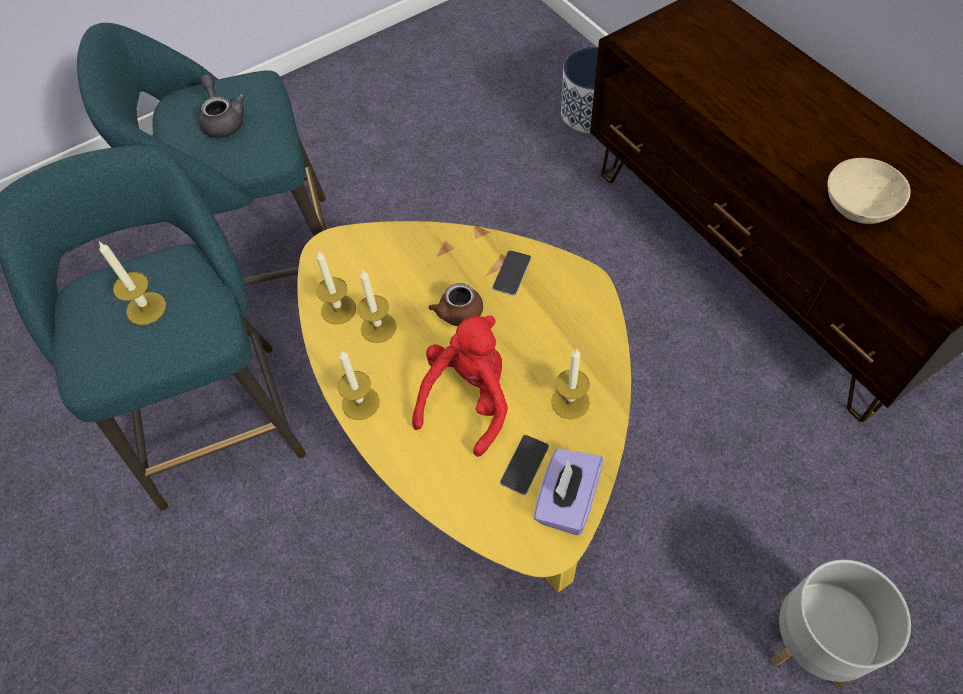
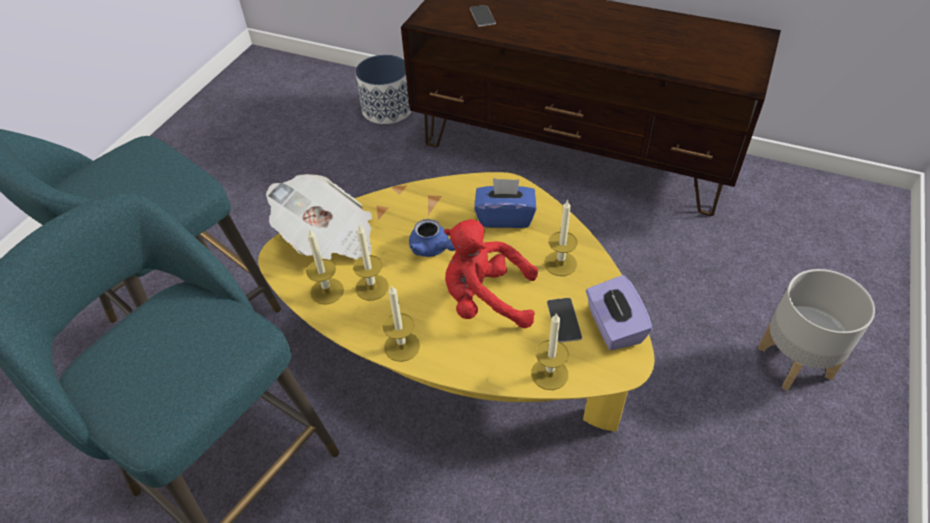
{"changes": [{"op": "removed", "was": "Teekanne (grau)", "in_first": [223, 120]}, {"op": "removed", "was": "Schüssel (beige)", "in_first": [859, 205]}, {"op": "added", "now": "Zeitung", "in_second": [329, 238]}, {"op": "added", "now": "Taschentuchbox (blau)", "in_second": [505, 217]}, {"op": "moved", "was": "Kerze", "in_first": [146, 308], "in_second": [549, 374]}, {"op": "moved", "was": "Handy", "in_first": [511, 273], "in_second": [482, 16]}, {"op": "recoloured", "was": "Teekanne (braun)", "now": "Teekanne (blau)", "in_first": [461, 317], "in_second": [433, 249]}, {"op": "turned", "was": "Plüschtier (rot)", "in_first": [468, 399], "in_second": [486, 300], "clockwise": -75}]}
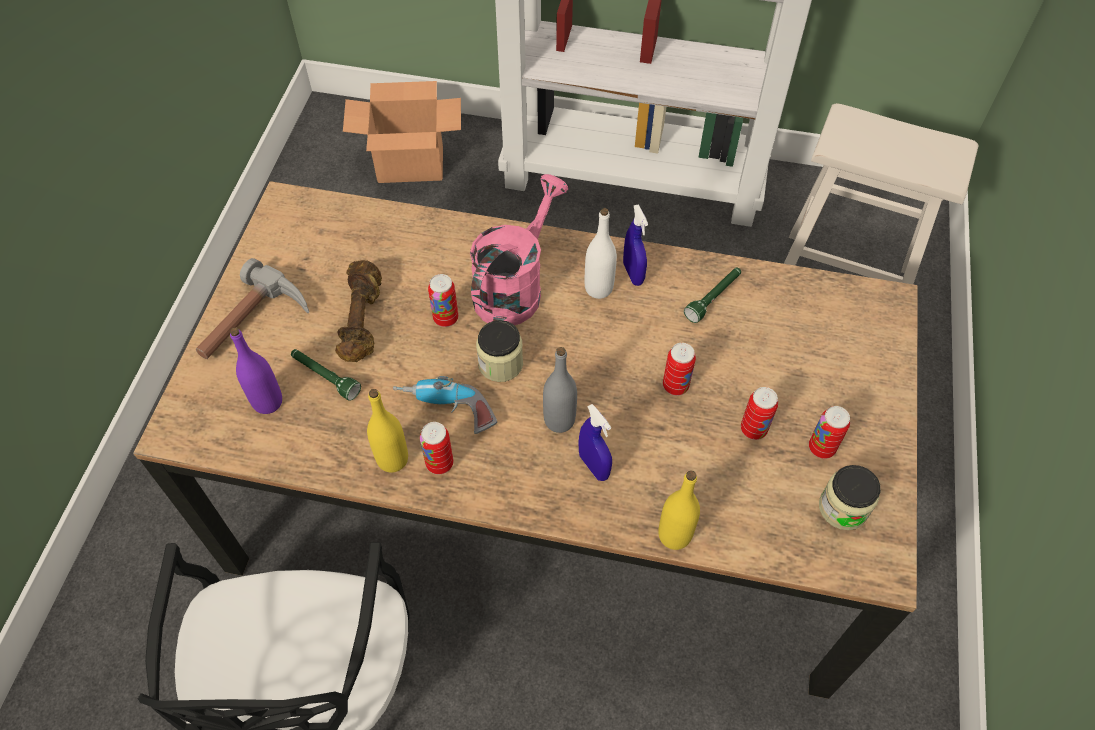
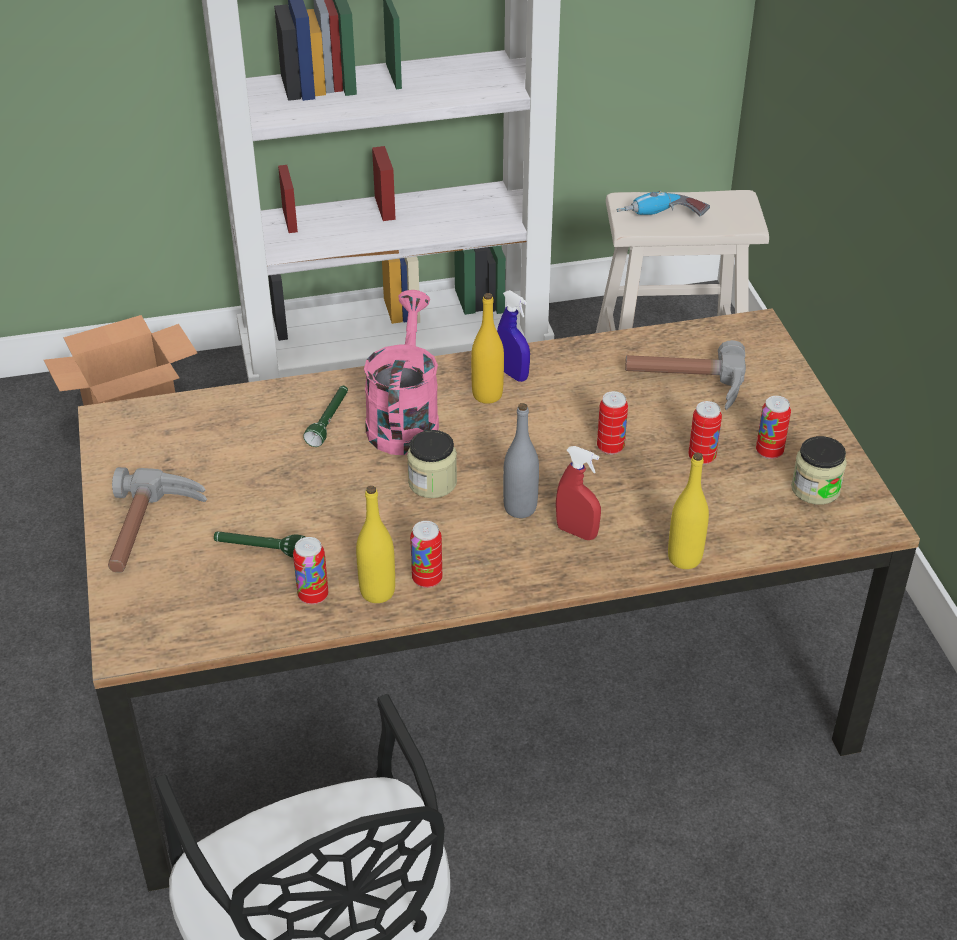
{"changes": [{"op": "removed", "was": "Flasche (lila)", "in_first": [267, 402]}, {"op": "removed", "was": "Hantel (braun)", "in_first": [363, 321]}, {"op": "added", "now": "Hammer", "in_second": [685, 385]}, {"op": "moved", "was": "Bohrmaschine", "in_first": [446, 410], "in_second": [662, 217]}, {"op": "moved", "was": "Dose", "in_first": [446, 318], "in_second": [313, 596]}, {"op": "moved", "was": "Taschenlampe (grün)", "in_first": [713, 298], "in_second": [329, 421]}, {"op": "recoloured", "was": "Sprühflasche (blau)", "now": "Sprühflasche (rot)", "in_first": [594, 466], "in_second": [576, 532]}, {"op": "recoloured", "was": "Flasche (weiß)", "now": "Flasche (gelb)", "in_first": [598, 288], "in_second": [487, 395]}]}
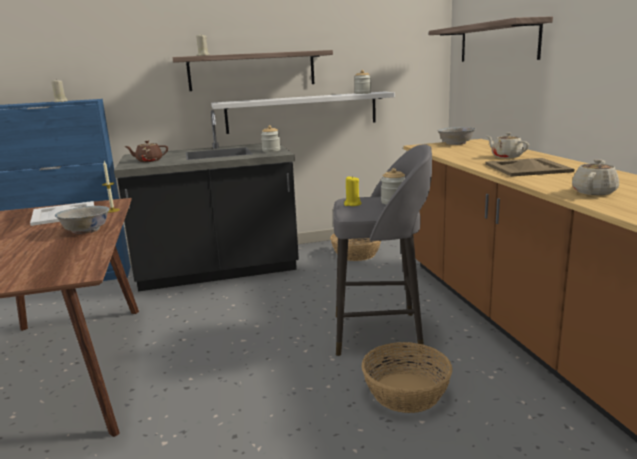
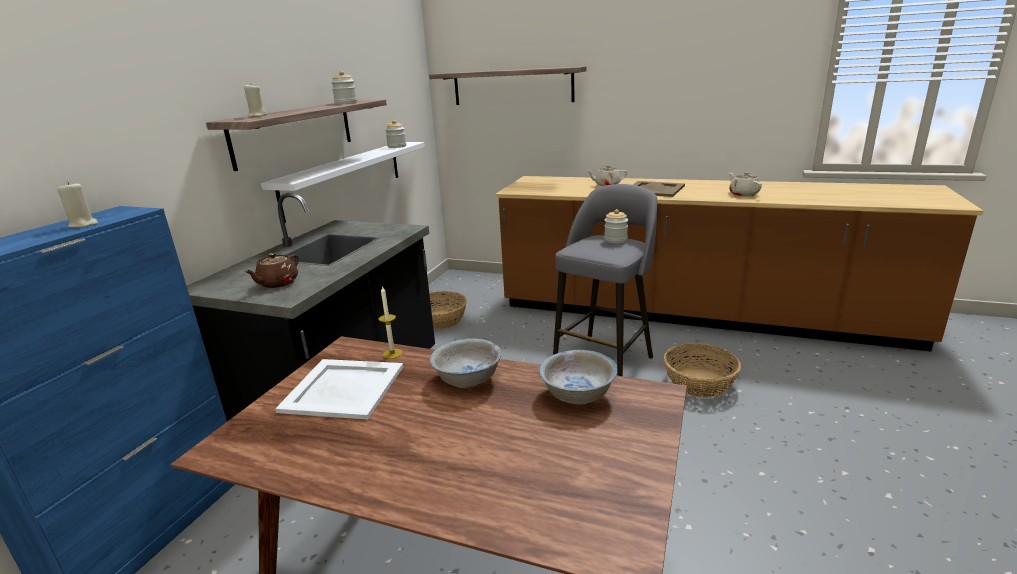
{"changes": [{"op": "removed", "was": "Kerze (gelb)", "in_first": [352, 204]}, {"op": "moved", "was": "Vorratsglas", "in_first": [271, 150], "in_second": [346, 103]}, {"op": "moved", "was": "Schüssel (weiß)", "in_first": [456, 143], "in_second": [578, 394]}]}
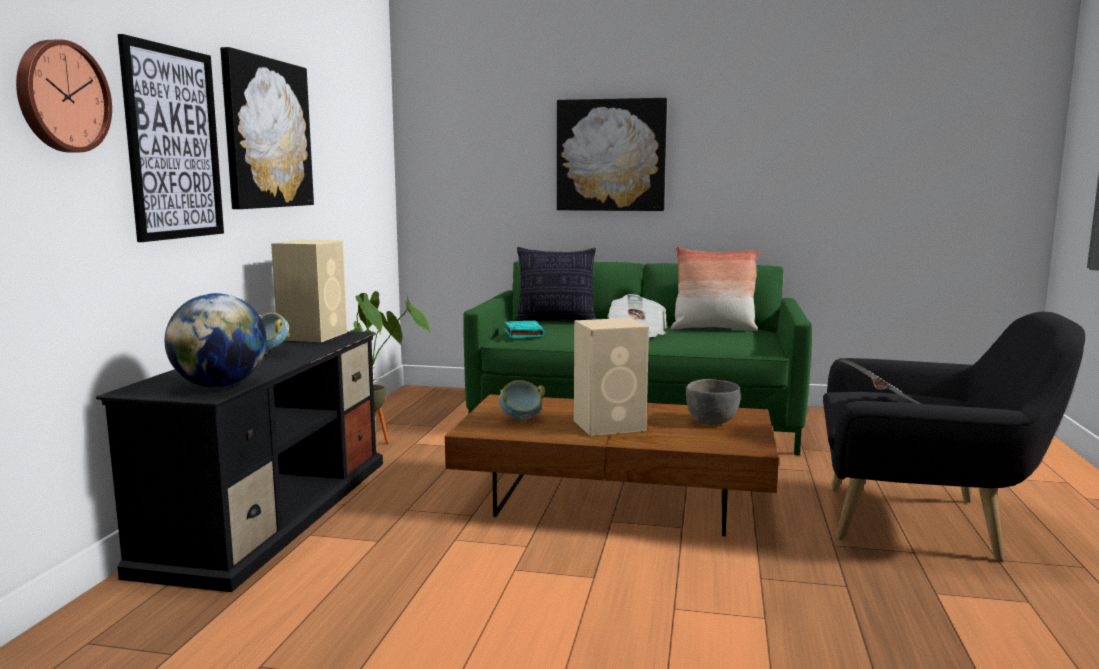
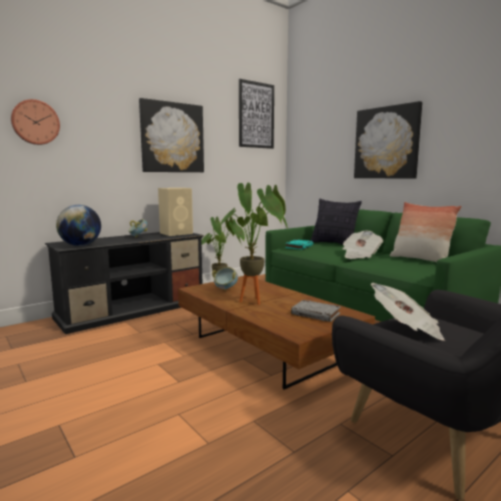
{"changes": [{"op": "moved", "was": "Bild", "in_first": [173, 143], "in_second": [256, 115]}, {"op": "replaced", "was": "Lautsprecher (beige)", "now": "Topfpflanze", "in_first": [611, 425], "in_second": [258, 302]}, {"op": "replaced", "was": "Schüssel (grau)", "now": "Buch (grau)", "in_first": [712, 422], "in_second": [316, 314]}]}
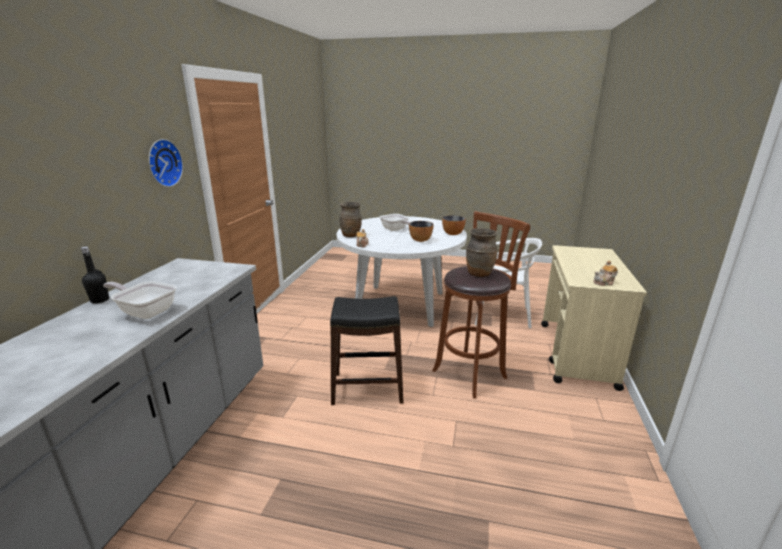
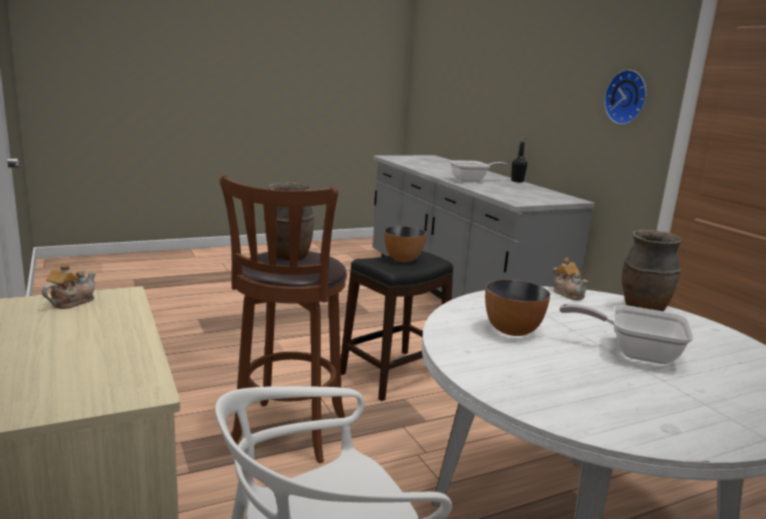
{"changes": [{"op": "moved", "was": "Schüssel", "in_first": [453, 234], "in_second": [402, 259]}]}
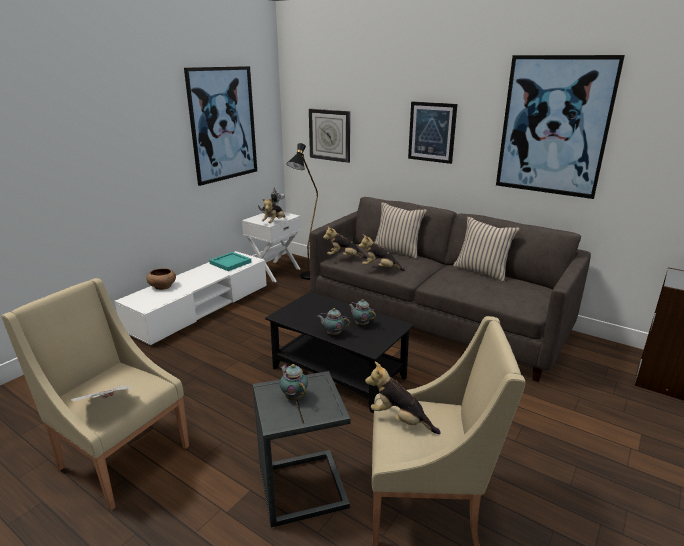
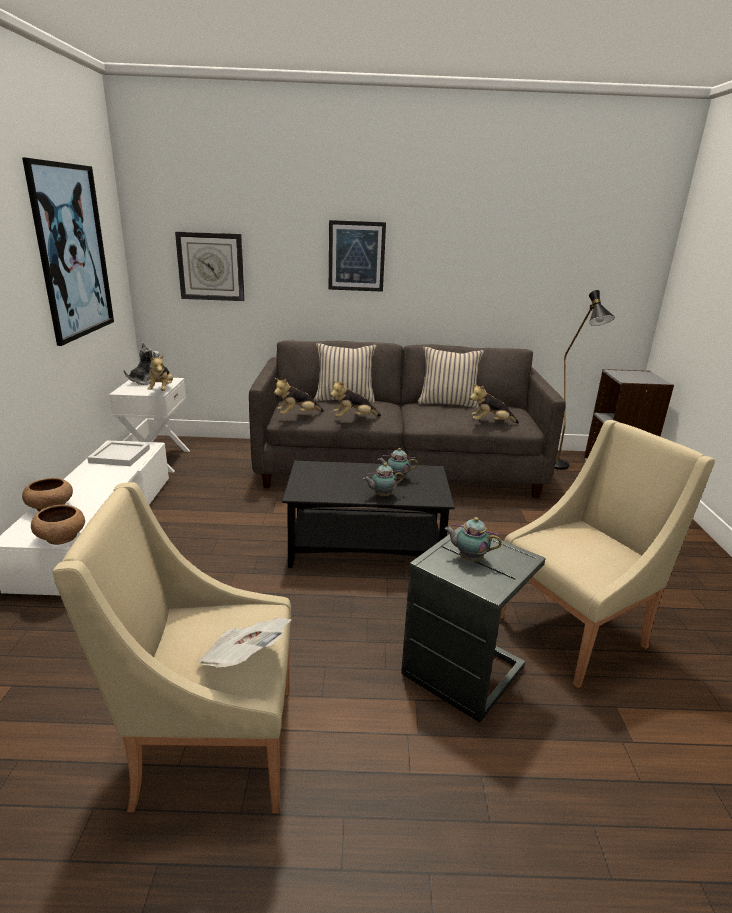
{"changes": [{"op": "removed", "was": "Bild", "in_first": [554, 126]}, {"op": "added", "now": "Schüssel (braun)", "in_second": [62, 537]}, {"op": "moved", "was": "Stehlampe (schwarz)", "in_first": [306, 278], "in_second": [562, 468]}, {"op": "moved", "was": "Plüschtier", "in_first": [400, 420], "in_second": [490, 423]}, {"op": "recoloured", "was": "Tablett (türkis)", "now": "Tablett (weiß)", "in_first": [230, 262], "in_second": [119, 455]}]}
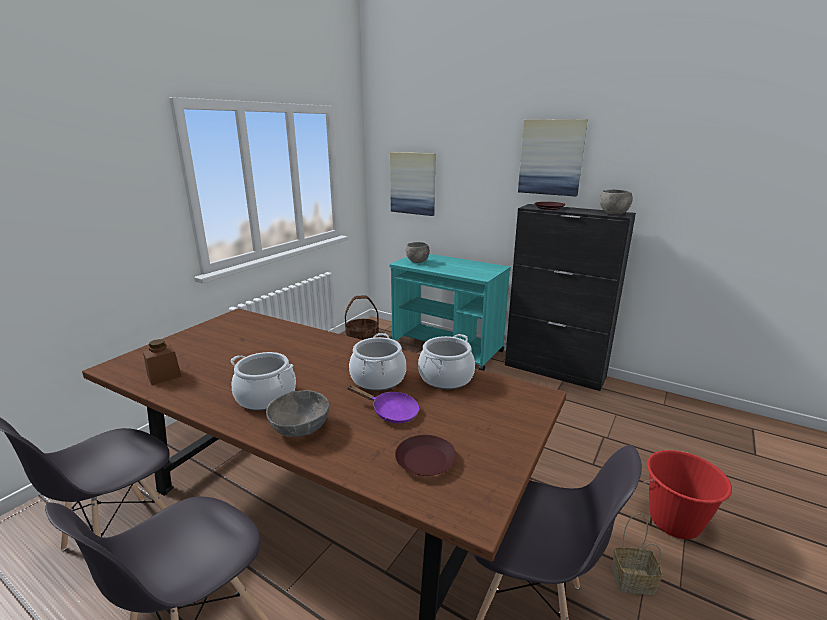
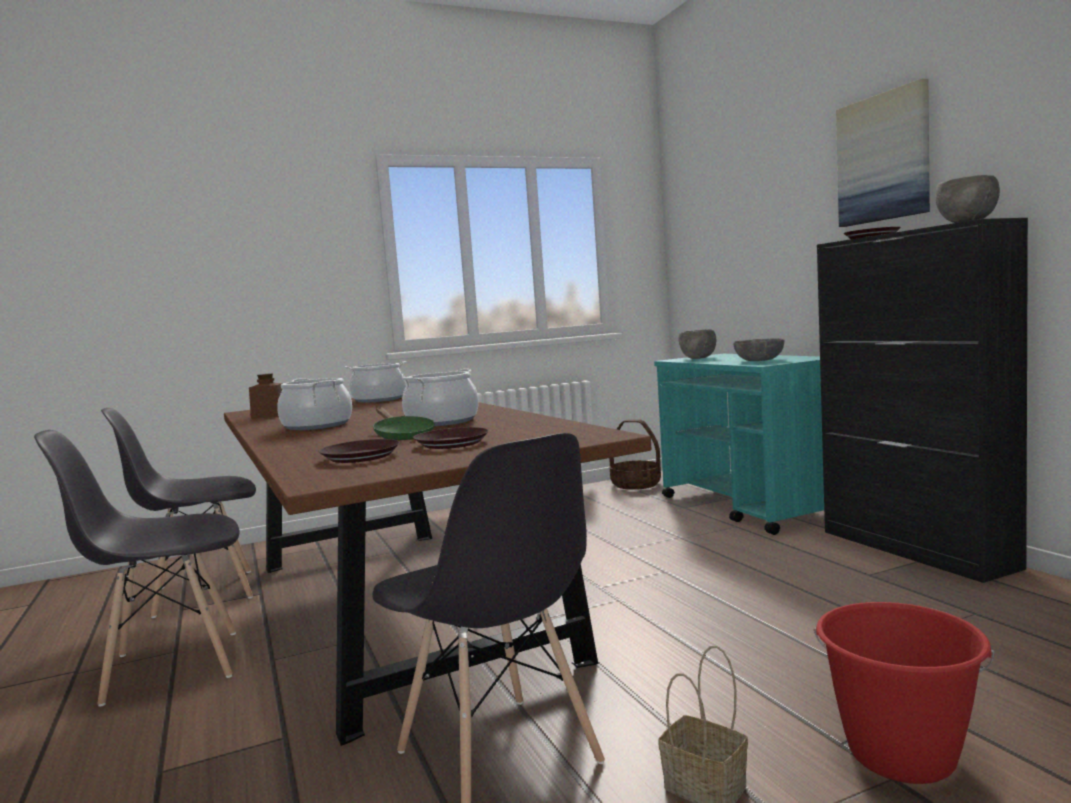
{"changes": [{"op": "removed", "was": "Bild", "in_first": [413, 183]}, {"op": "added", "now": "Teller (braun)", "in_second": [451, 443]}, {"op": "moved", "was": "Schüssel (grau)", "in_first": [300, 427], "in_second": [759, 360]}, {"op": "moved", "was": "Kochtopf", "in_first": [445, 378], "in_second": [379, 399]}, {"op": "recoloured", "was": "Pfanne (lila)", "now": "Pfanne (grün)", "in_first": [390, 412], "in_second": [402, 436]}]}
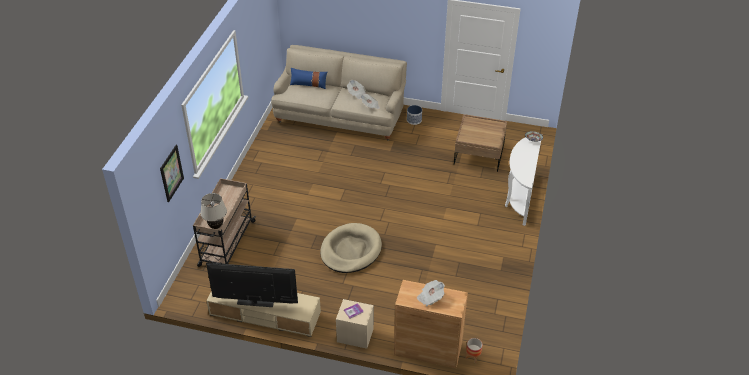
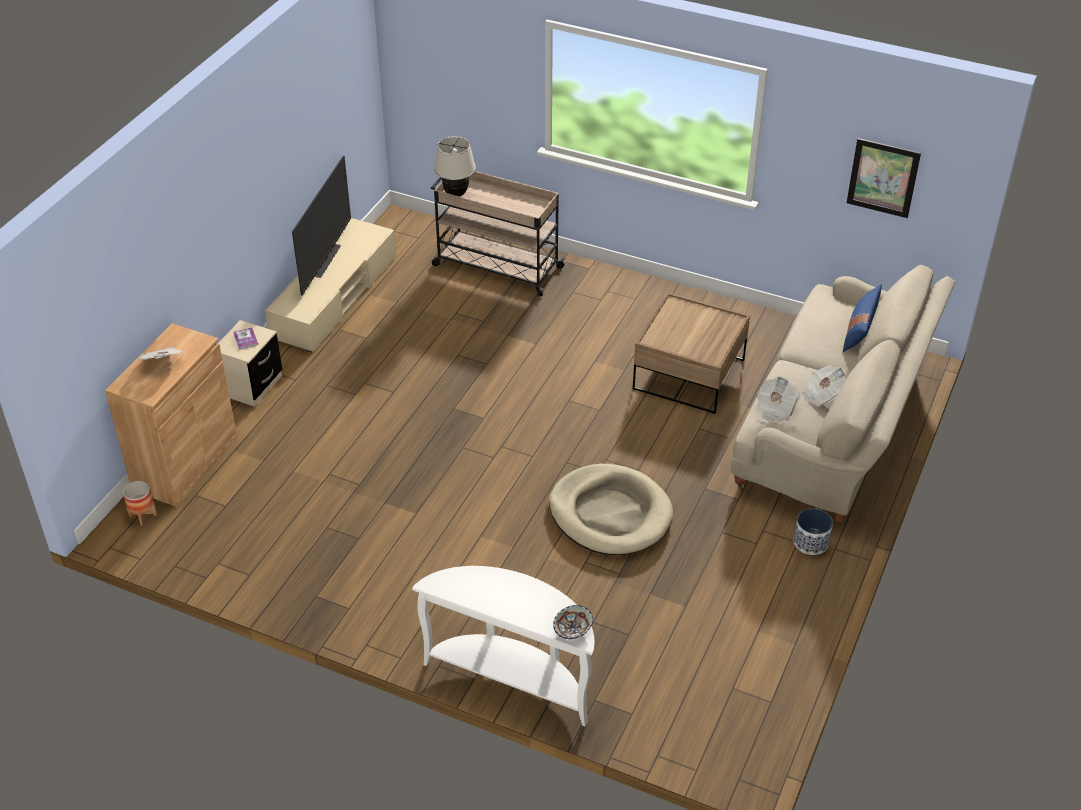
{"changes": [{"op": "moved", "was": "Bild", "in_first": [171, 173], "in_second": [883, 177]}, {"op": "moved", "was": "Hundebett (beige)", "in_first": [350, 250], "in_second": [610, 514]}, {"op": "moved", "was": "Couchtisch (braun)", "in_first": [479, 154], "in_second": [689, 375]}]}
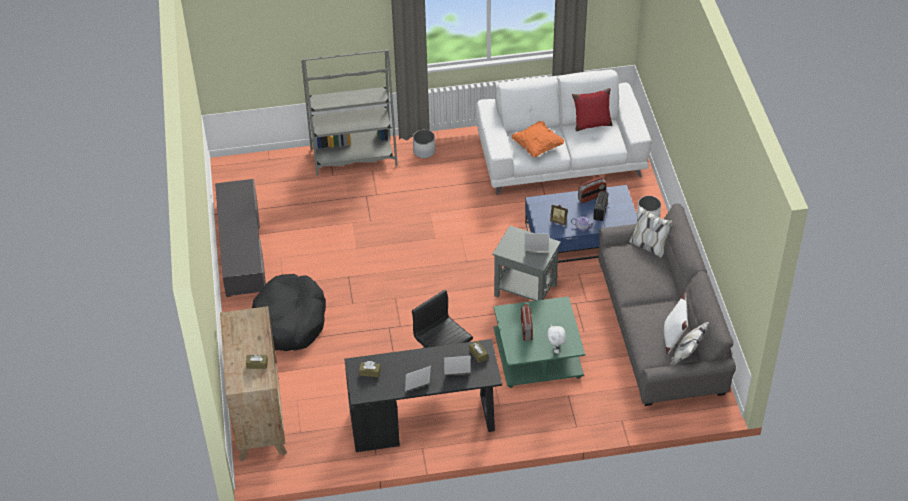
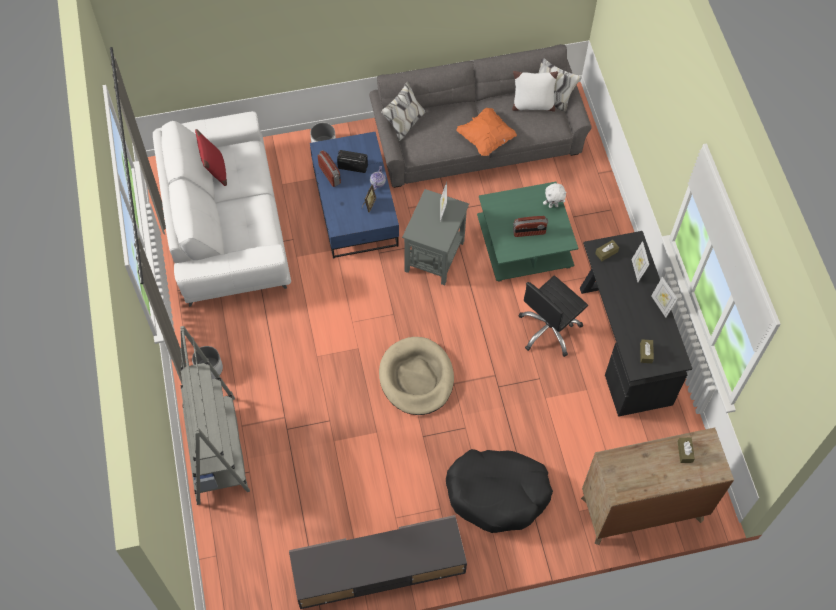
{"changes": [{"op": "added", "now": "Hundebett (beige)", "in_second": [416, 378]}, {"op": "moved", "was": "Kissen (orange)", "in_first": [537, 146], "in_second": [486, 138]}]}
